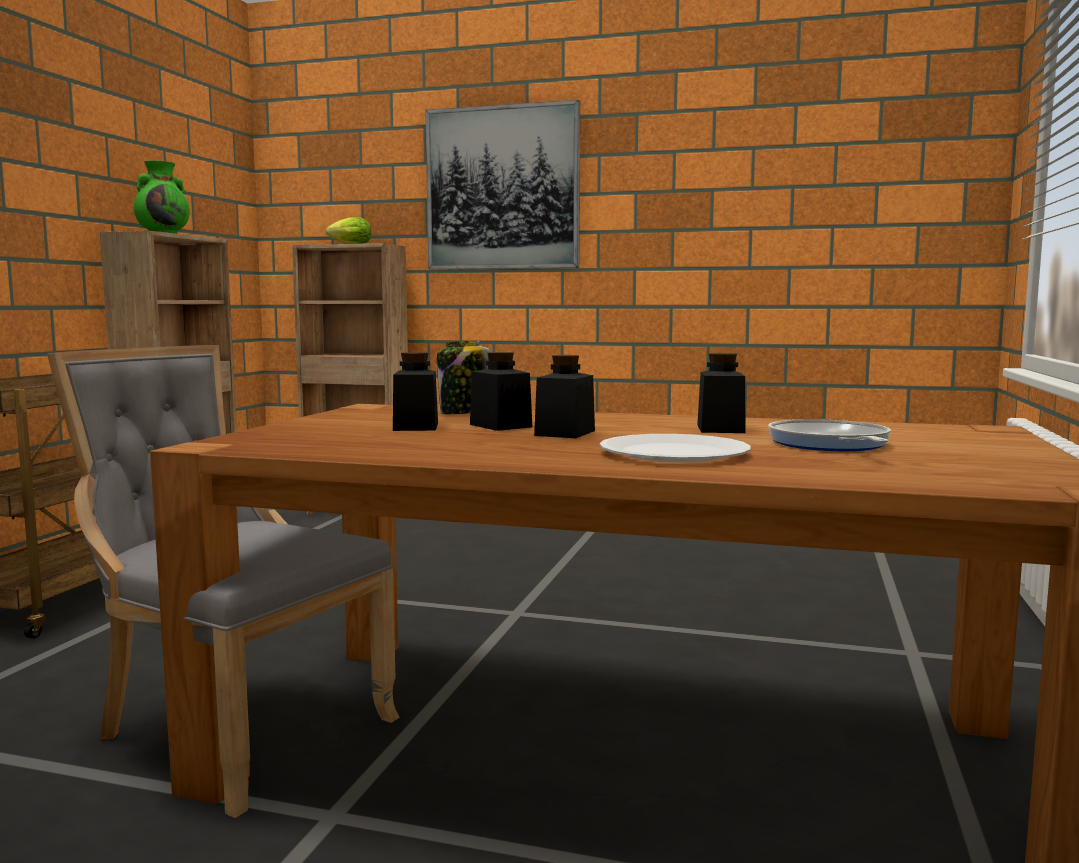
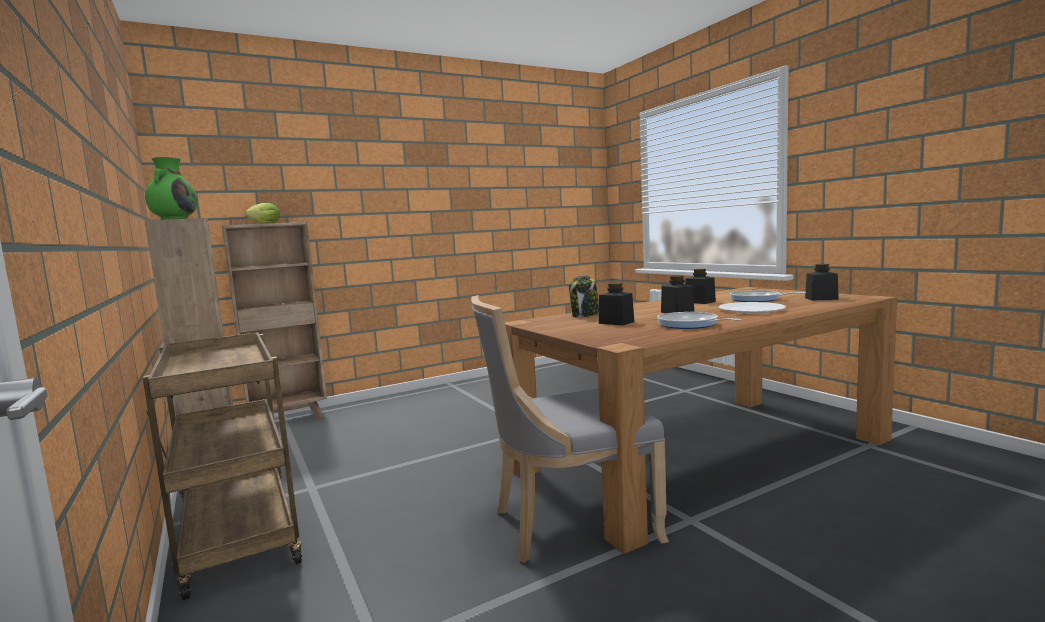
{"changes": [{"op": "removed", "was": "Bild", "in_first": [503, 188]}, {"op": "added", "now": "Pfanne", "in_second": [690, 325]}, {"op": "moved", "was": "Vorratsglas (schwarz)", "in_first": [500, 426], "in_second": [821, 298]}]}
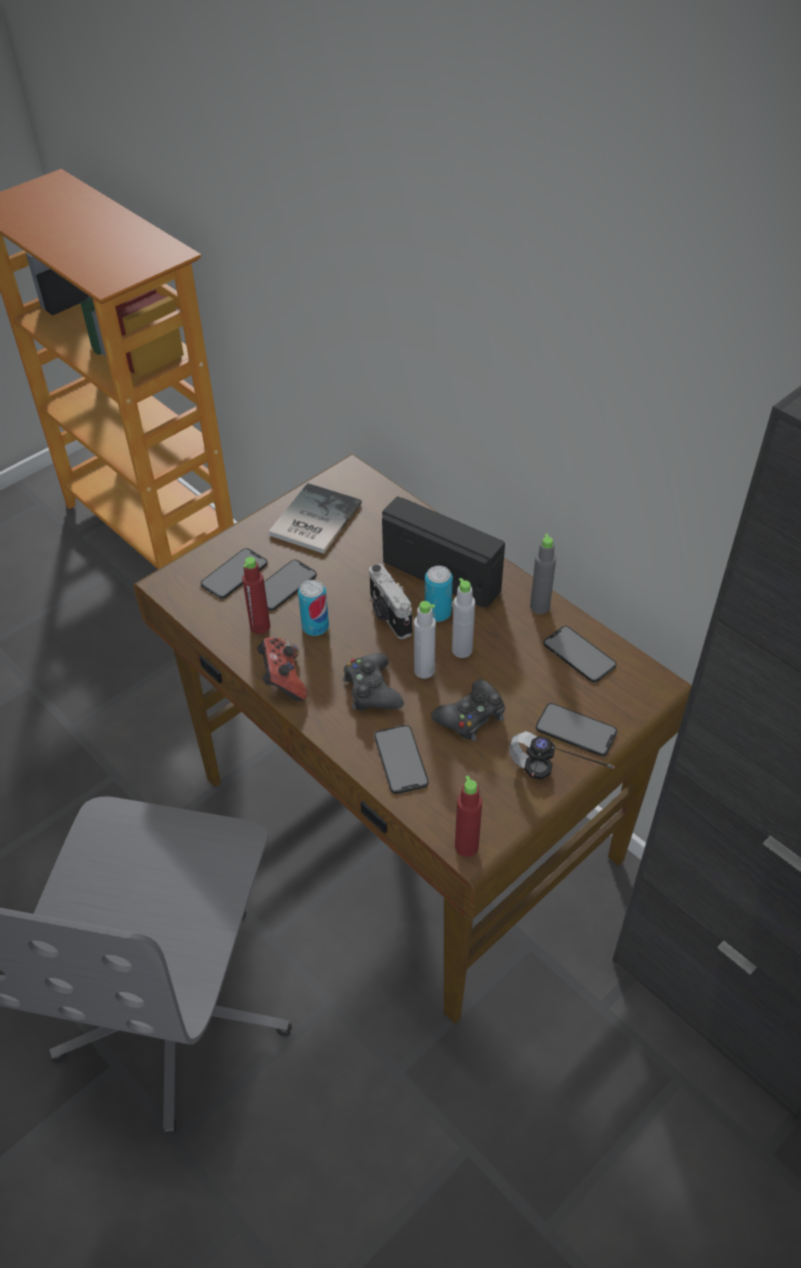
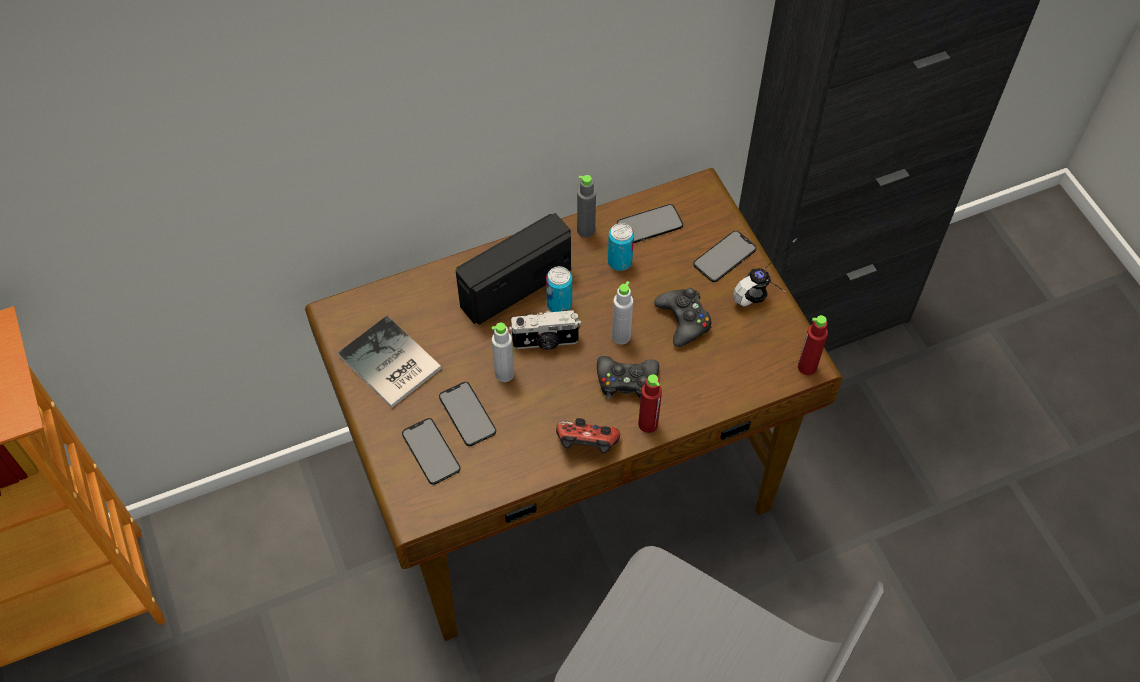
{"changes": [{"op": "removed", "was": "Handy", "in_first": [400, 759]}, {"op": "moved", "was": "Flasche (rot)", "in_first": [260, 626], "in_second": [648, 424]}, {"op": "moved", "was": "Dose", "in_first": [315, 627], "in_second": [619, 261]}, {"op": "moved", "was": "Flasche (grau)", "in_first": [462, 650], "in_second": [504, 374]}]}
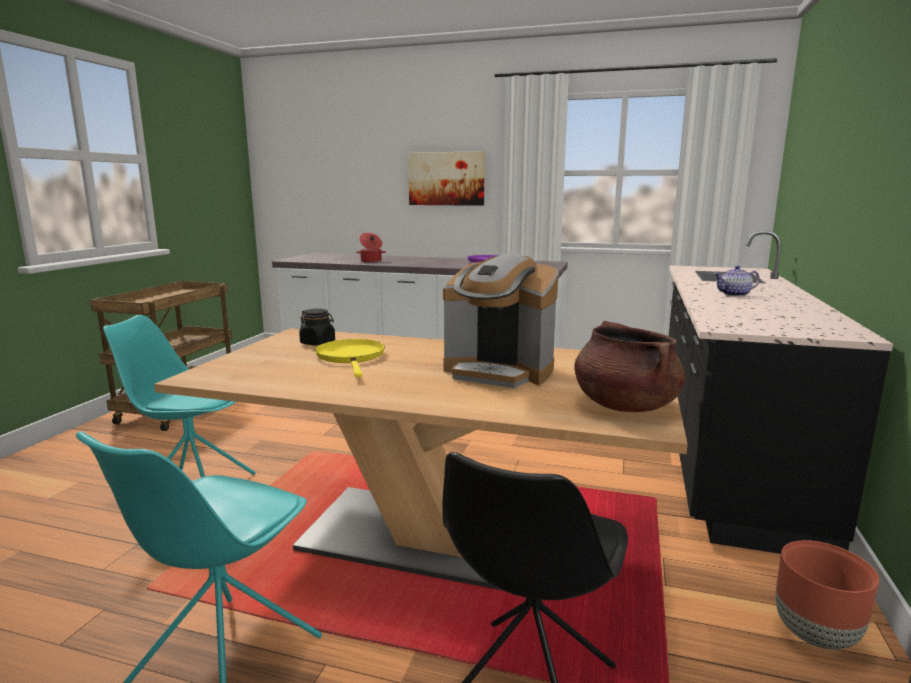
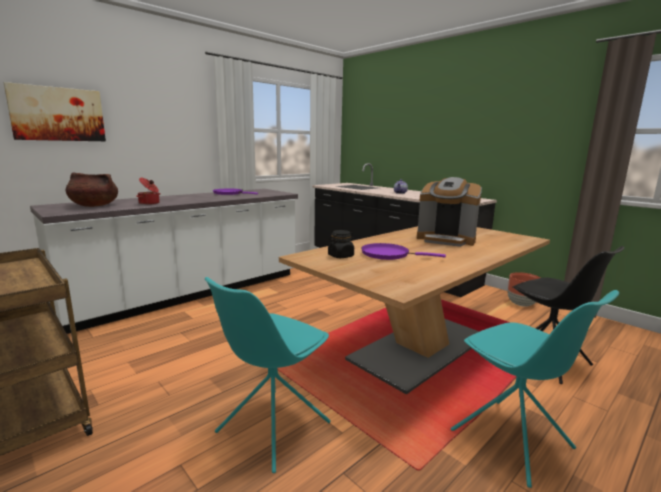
{"changes": [{"op": "moved", "was": "Bild", "in_first": [446, 179], "in_second": [58, 114]}, {"op": "moved", "was": "Kochtopf (braun)", "in_first": [624, 405], "in_second": [94, 206]}, {"op": "recoloured", "was": "Pfanne (gelb)", "now": "Pfanne (lila)", "in_first": [351, 357], "in_second": [388, 254]}, {"op": "turned", "was": "Kaffeemaschine", "in_first": [499, 372], "in_second": [446, 240], "clockwise": 60}]}
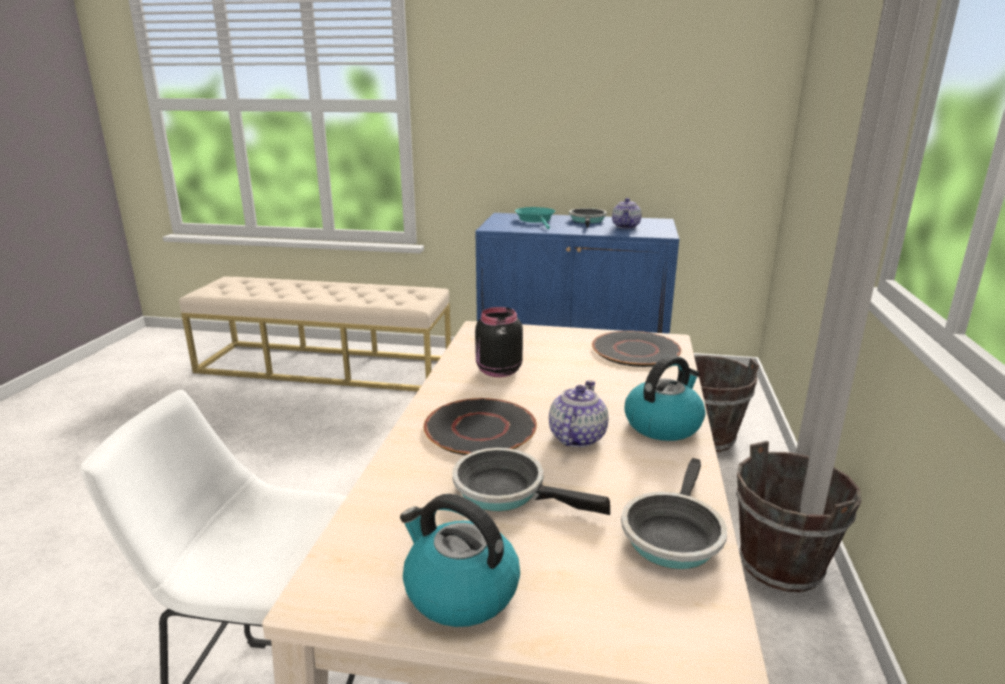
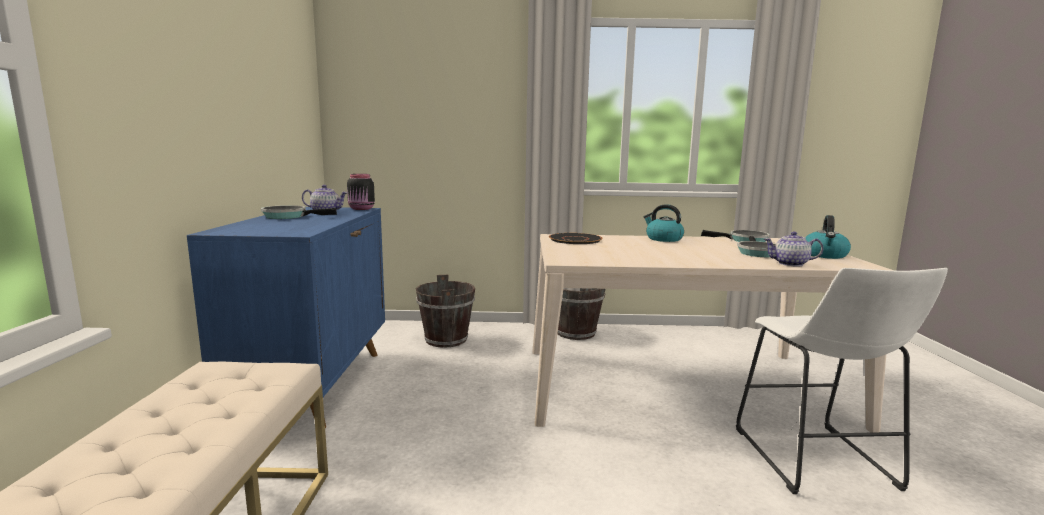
{"changes": [{"op": "removed", "was": "Teller (schwarz)", "in_first": [481, 429]}, {"op": "removed", "was": "Pfanne (türkis)", "in_first": [536, 220]}, {"op": "moved", "was": "Vorratsglas (schwarz)", "in_first": [497, 371], "in_second": [362, 209]}, {"op": "moved", "was": "Teekanne", "in_first": [576, 437], "in_second": [790, 264]}]}
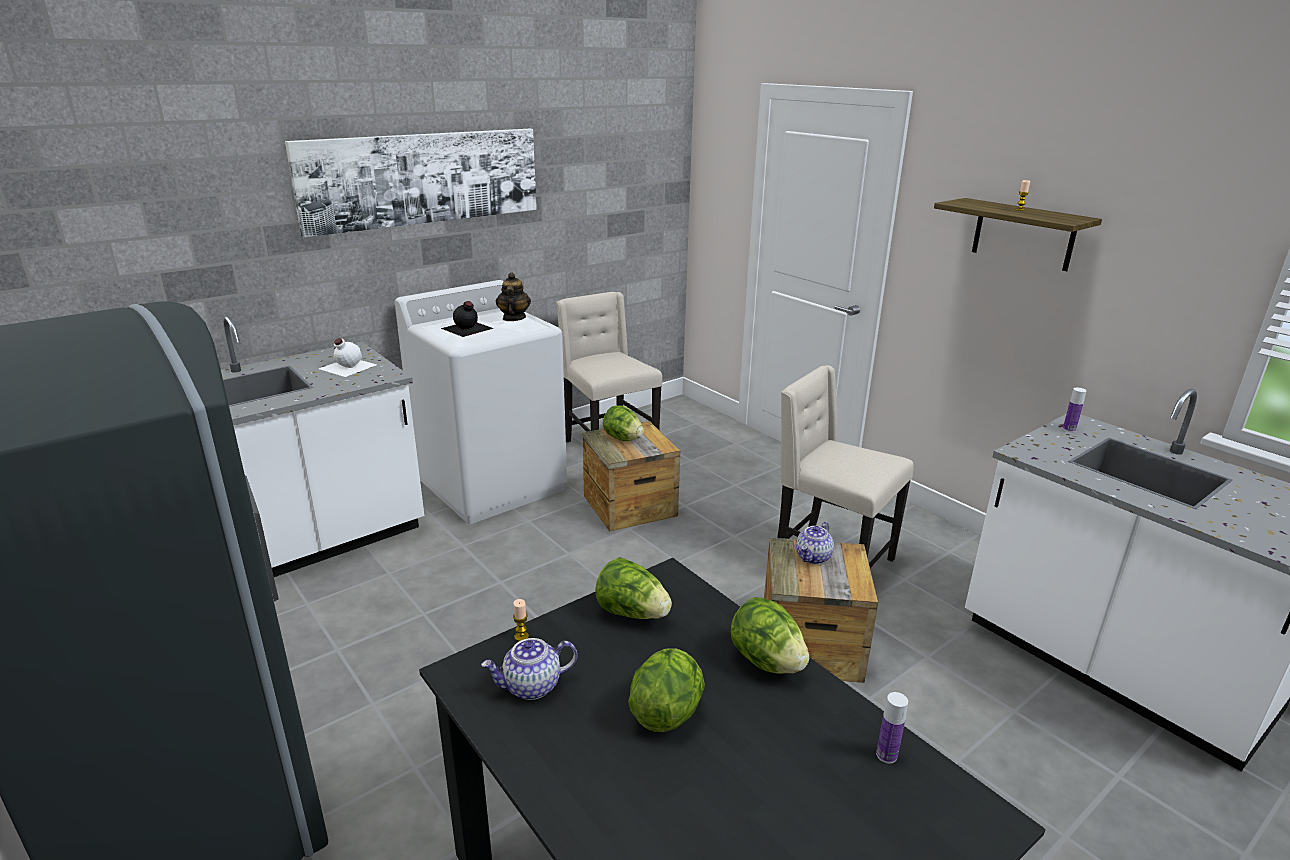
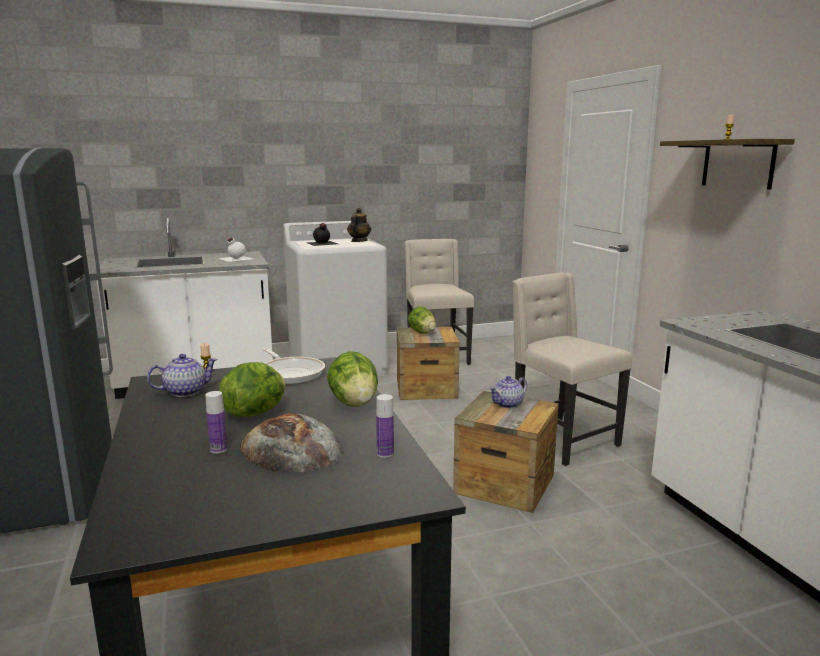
{"changes": [{"op": "removed", "was": "Bild", "in_first": [422, 178]}, {"op": "added", "now": "Brot", "in_second": [291, 449]}, {"op": "moved", "was": "Flasche", "in_first": [1069, 429], "in_second": [218, 449]}, {"op": "replaced", "was": "Salatkopf", "now": "Pfanne", "in_first": [632, 613], "in_second": [291, 373]}, {"op": "turned", "was": "Teekanne", "in_first": [531, 686], "in_second": [185, 391], "clockwise": 150}]}
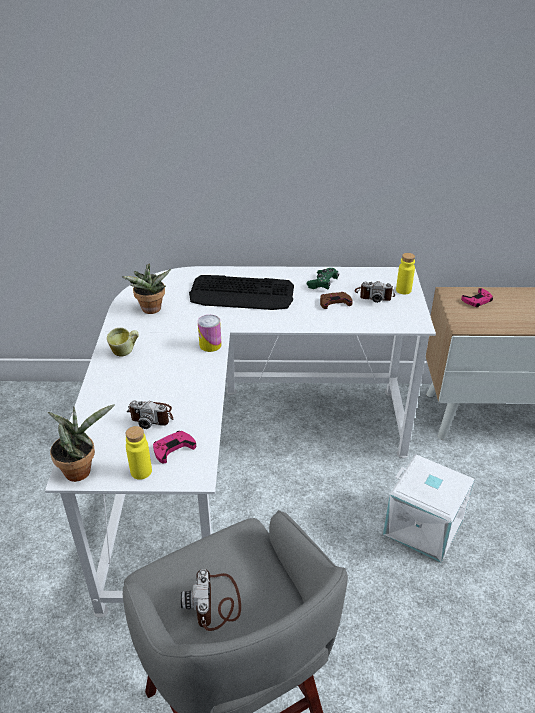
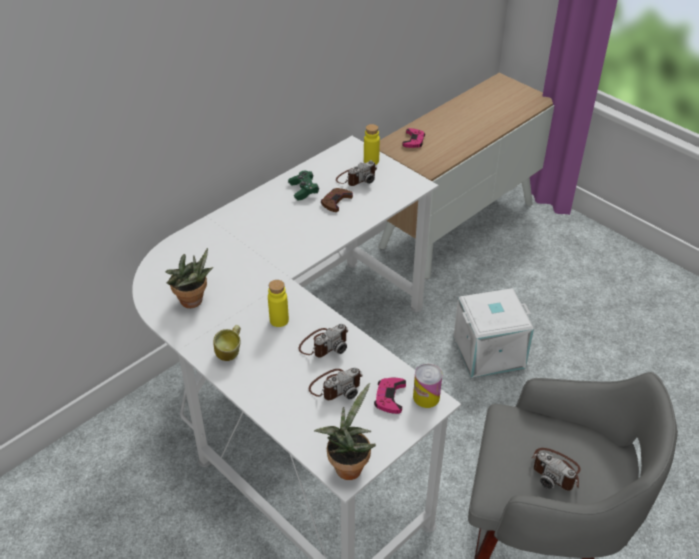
{"changes": [{"op": "removed", "was": "Tastatur", "in_first": [242, 294]}, {"op": "added", "now": "Kamera", "in_second": [324, 344]}, {"op": "moved", "was": "Flasche (gelb)", "in_first": [141, 471], "in_second": [279, 320]}, {"op": "moved", "was": "Dose", "in_first": [210, 345], "in_second": [426, 397]}]}
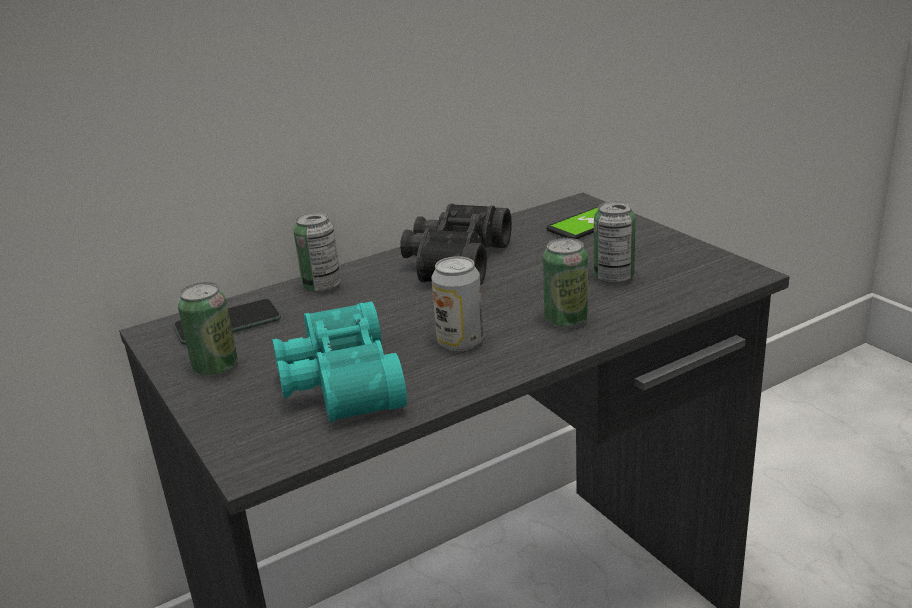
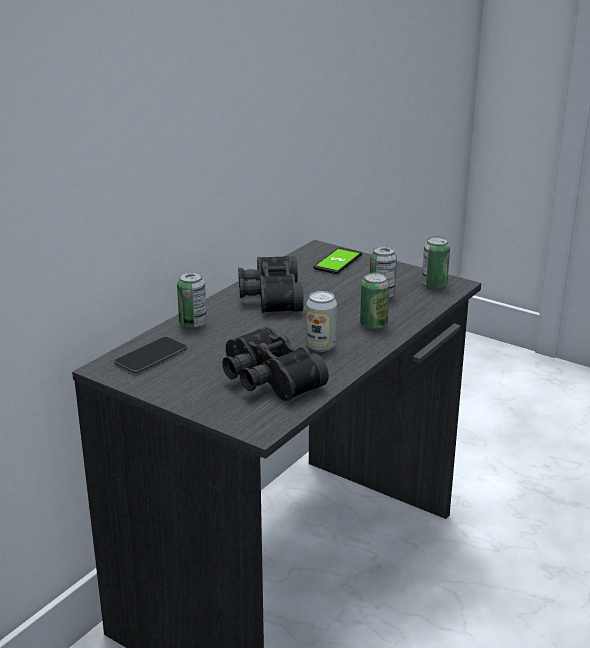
{"changes": [{"op": "moved", "was": "Dose", "in_first": [215, 367], "in_second": [434, 285]}, {"op": "recoloured", "was": "Fernglas (türkis)", "now": "Fernglas (schwarz)", "in_first": [337, 383], "in_second": [266, 380]}]}
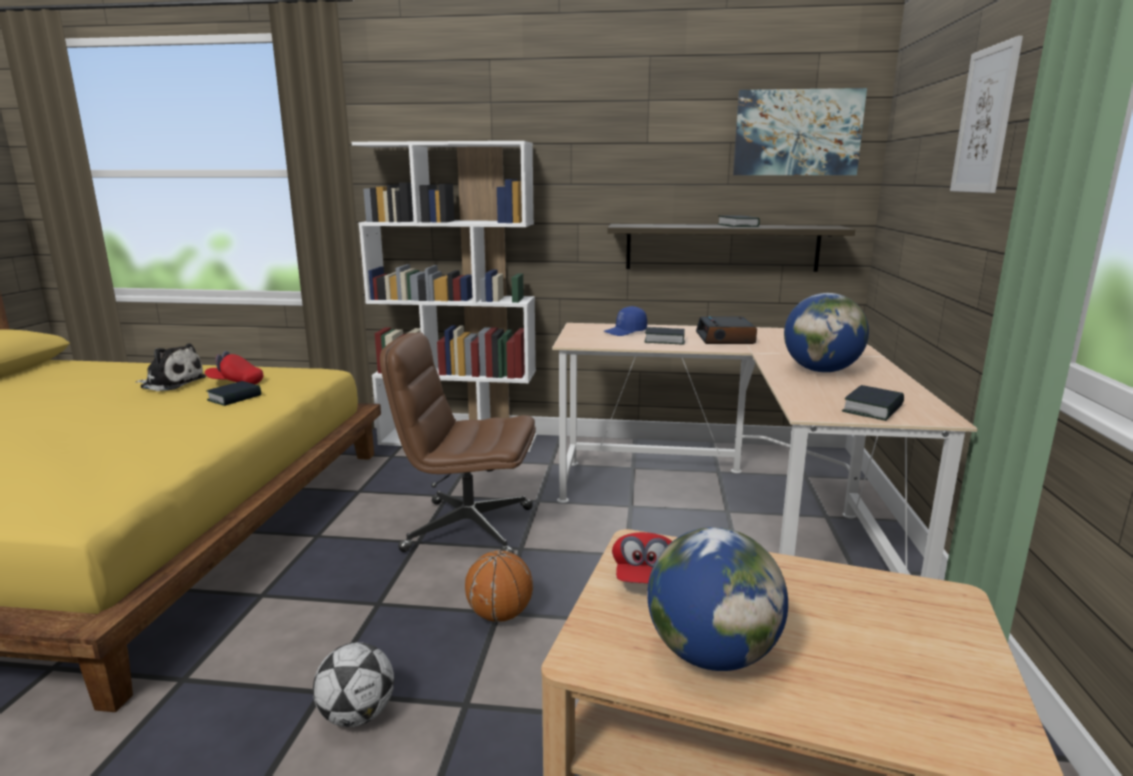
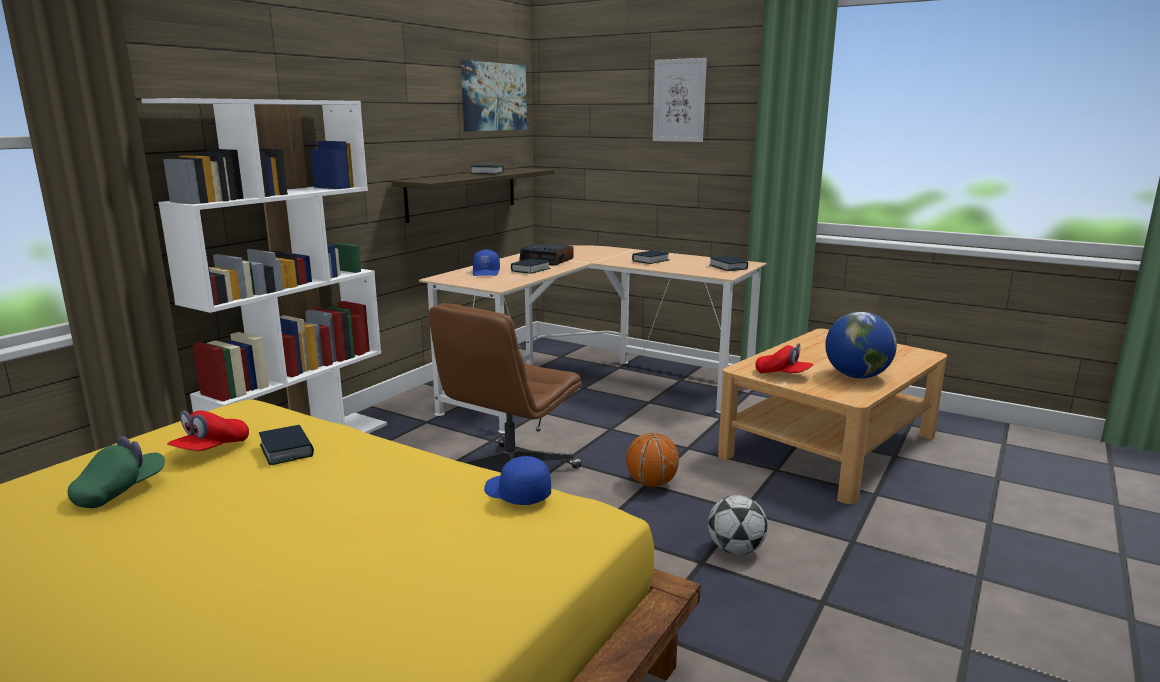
{"changes": [{"op": "added", "now": "Kappe (blau)", "in_second": [516, 493]}, {"op": "replaced", "was": "Plüschtier", "now": "Kappe (grün)", "in_first": [171, 383], "in_second": [120, 491]}, {"op": "replaced", "was": "Globus", "now": "Buch", "in_first": [821, 370], "in_second": [650, 261]}]}
